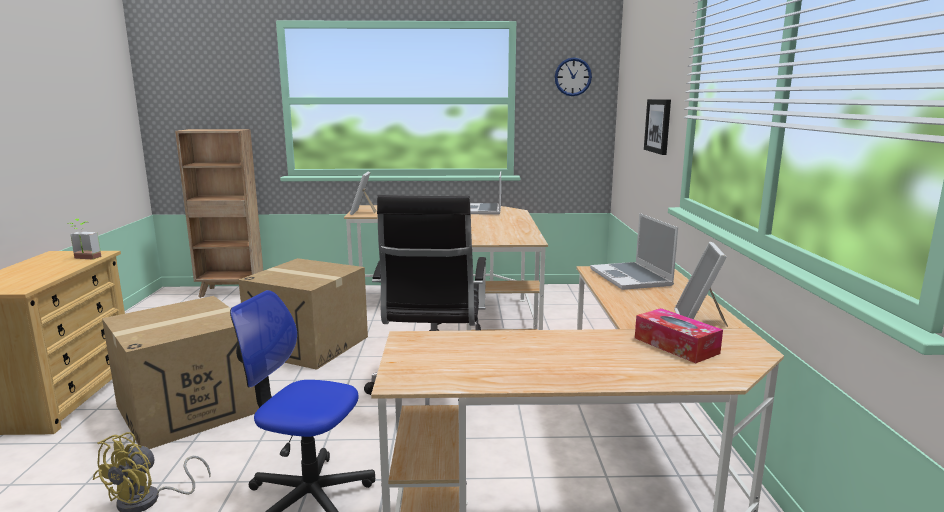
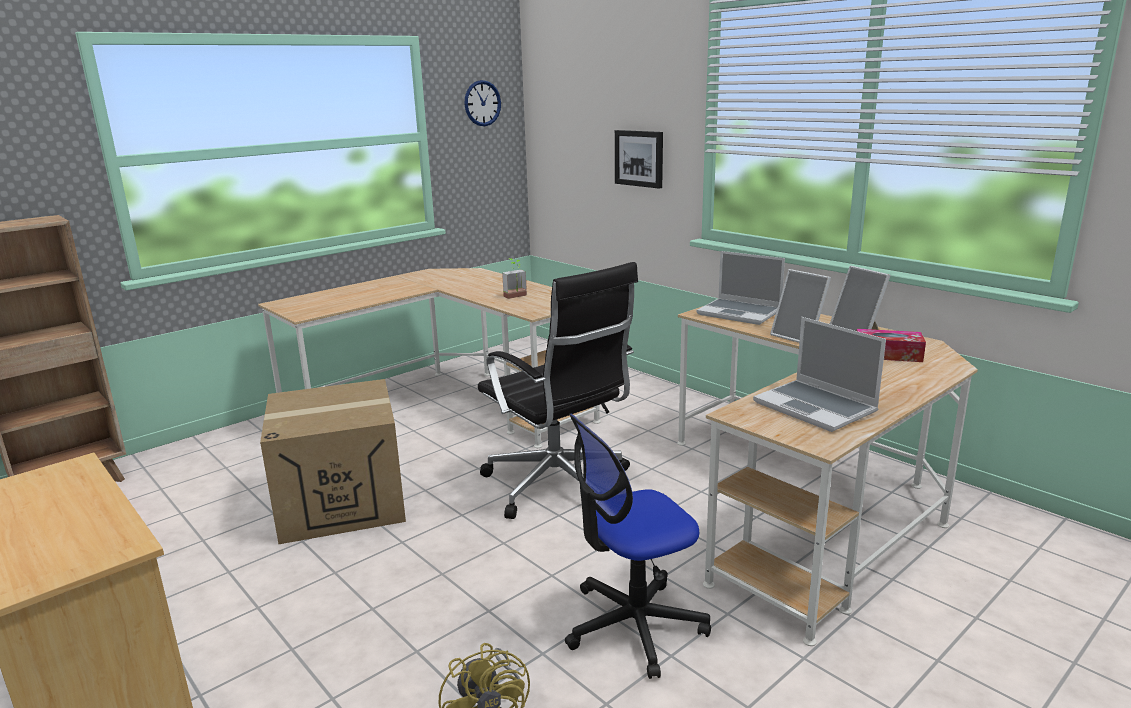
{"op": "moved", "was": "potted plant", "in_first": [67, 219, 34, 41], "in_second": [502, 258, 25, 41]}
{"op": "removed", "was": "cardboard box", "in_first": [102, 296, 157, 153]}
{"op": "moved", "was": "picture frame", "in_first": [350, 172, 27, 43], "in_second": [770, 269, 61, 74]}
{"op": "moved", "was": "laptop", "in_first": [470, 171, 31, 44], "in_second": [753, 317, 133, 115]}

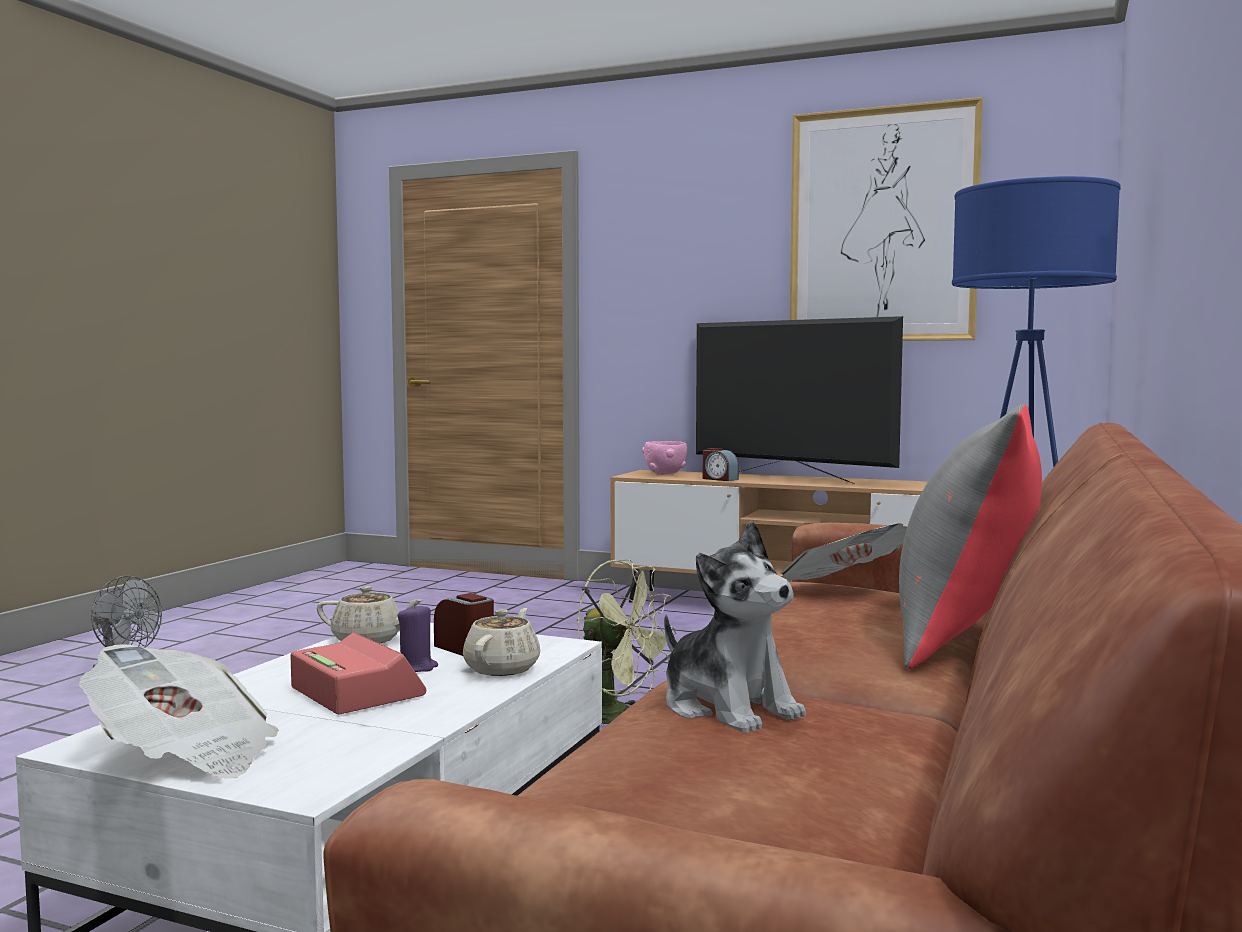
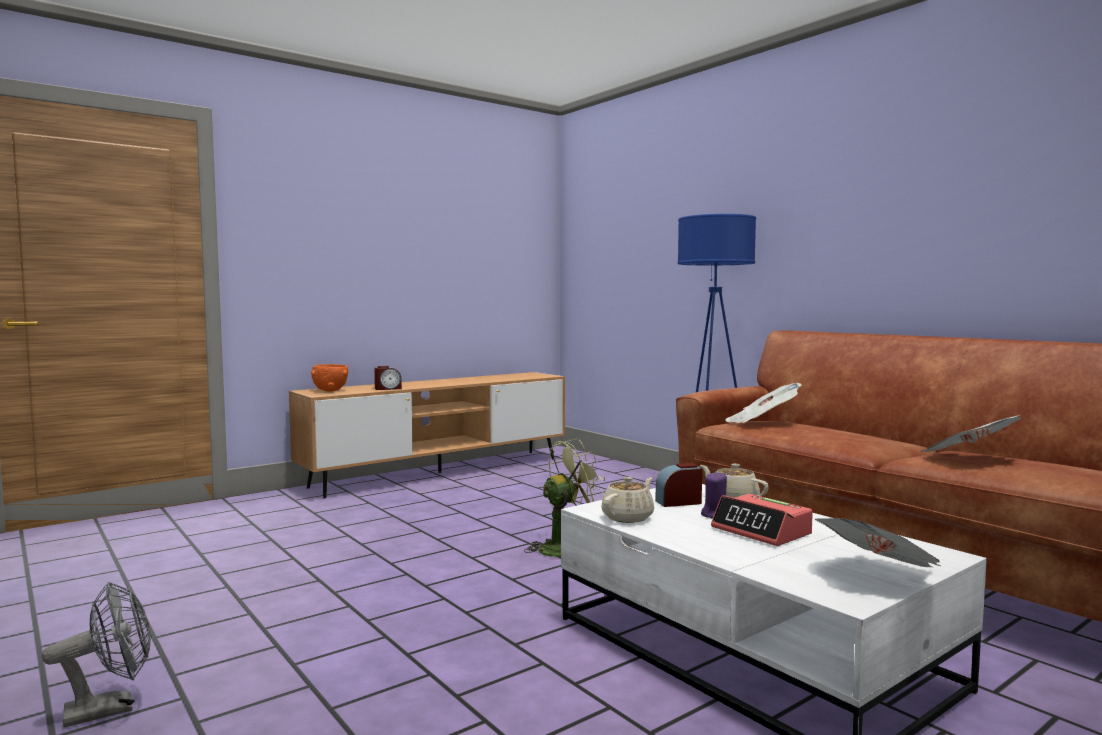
{"op": "turned", "was": "alarm clock", "in_first": [290, 632, 136, 82], "in_second": [711, 494, 102, 52], "clockwise": -120}
{"op": "recoloured", "was": "pink bowl", "now": "orange bowl", "in_first": [642, 441, 45, 34], "in_second": [311, 364, 37, 28]}
{"op": "replaced", "was": "plush toy", "now": "newspaper", "in_first": [664, 521, 142, 211], "in_second": [920, 415, 101, 37]}
{"op": "removed", "was": "television", "in_first": [696, 316, 207, 168]}
{"op": "removed", "was": "picture", "in_first": [790, 97, 193, 244]}
{"op": "removed", "was": "grey pillow", "in_first": [899, 404, 143, 265]}

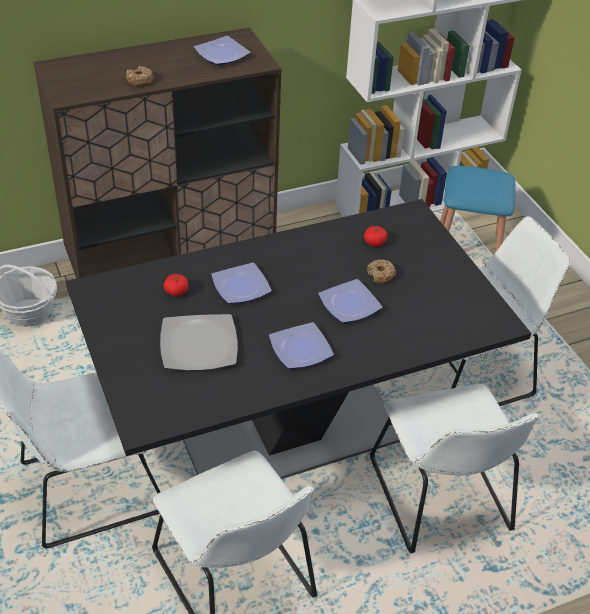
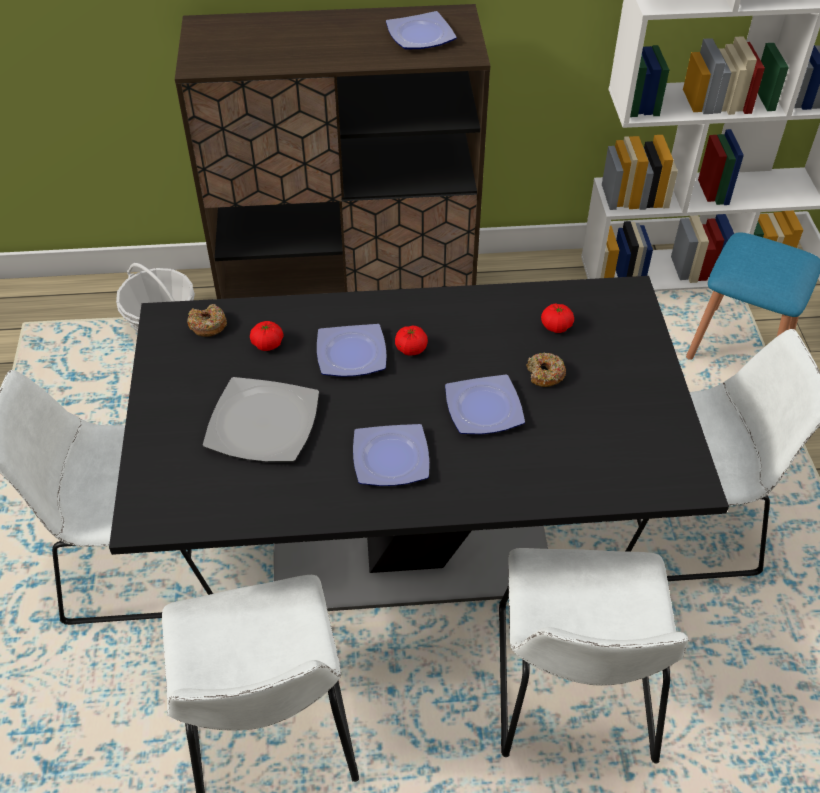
{"op": "moved", "was": "donut", "in_first": [126, 66, 28, 21], "in_second": [187, 304, 40, 33]}
{"op": "added", "now": "tomato", "in_second": [395, 326, 33, 30]}

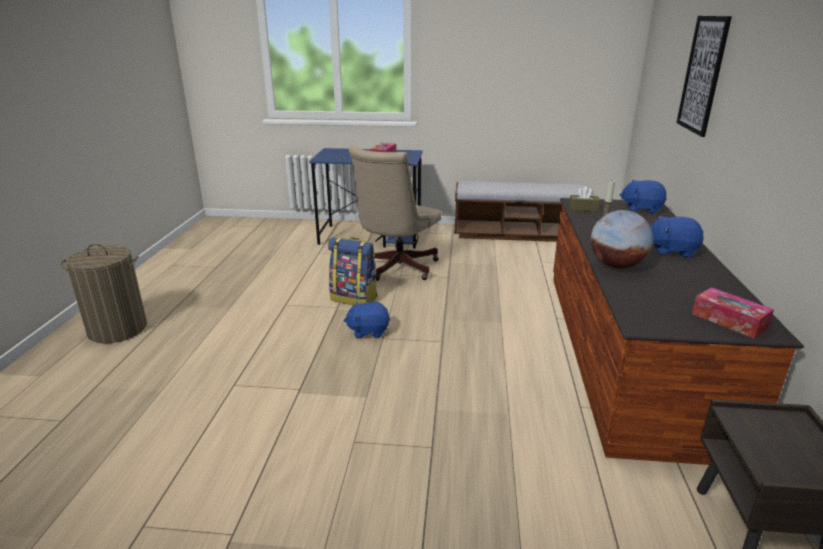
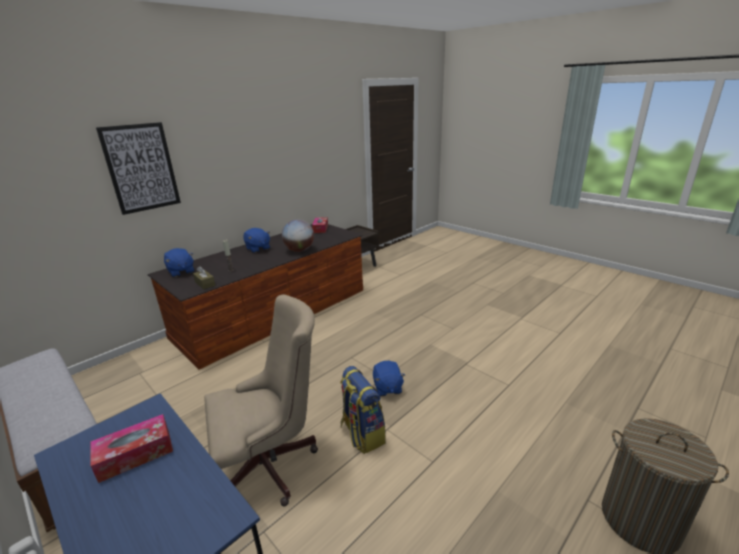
{"op": "turned", "was": "blue plush toy", "in_first": [343, 301, 47, 37], "in_second": [373, 361, 32, 35], "clockwise": 45}

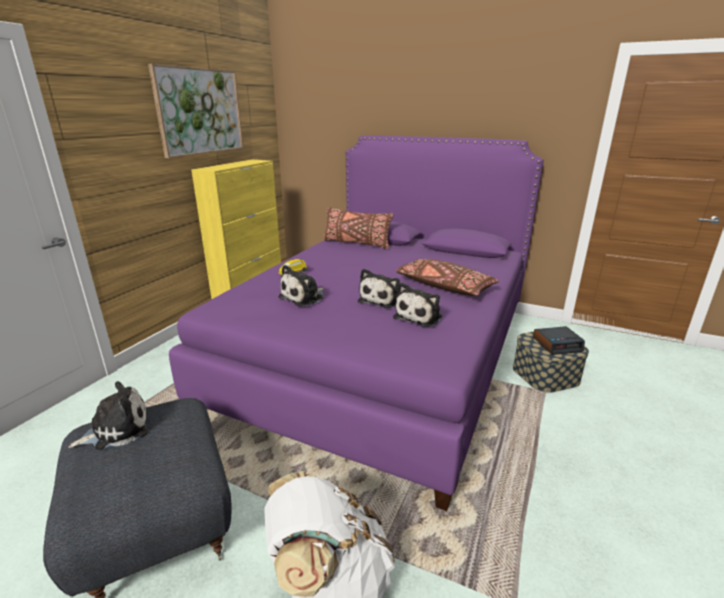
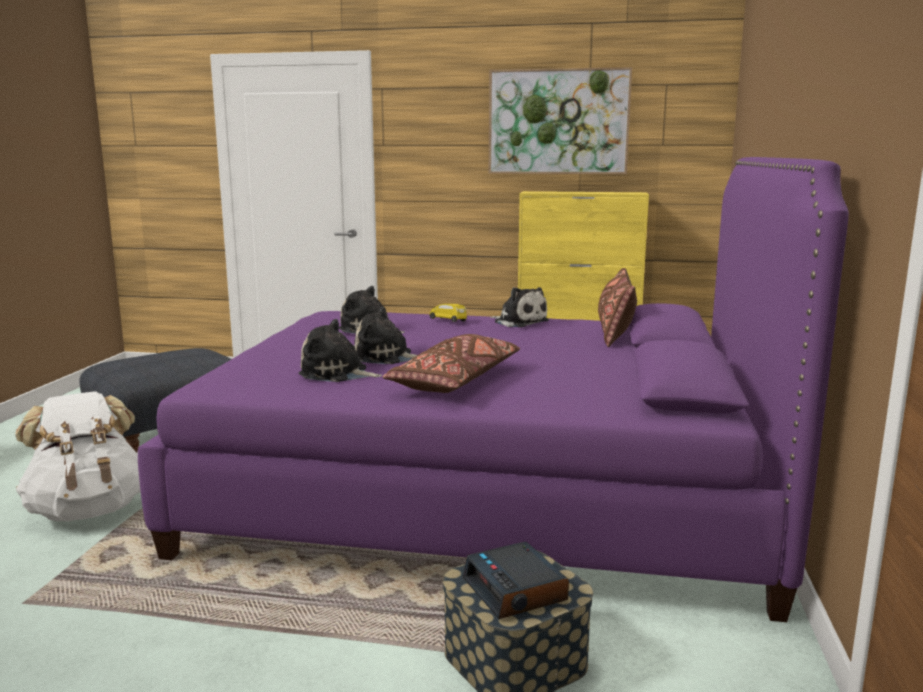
{"op": "moved", "was": "plush toy", "in_first": [68, 381, 80, 69], "in_second": [490, 287, 59, 40]}

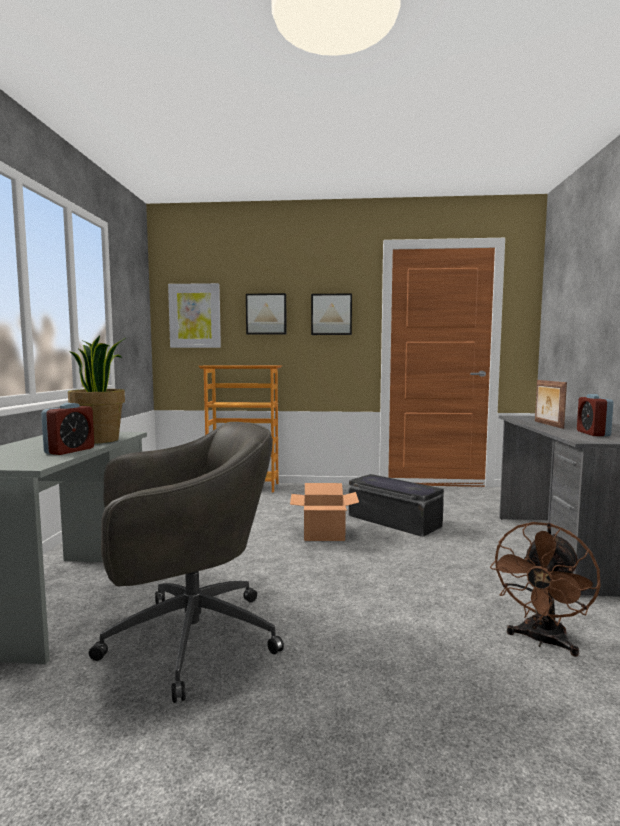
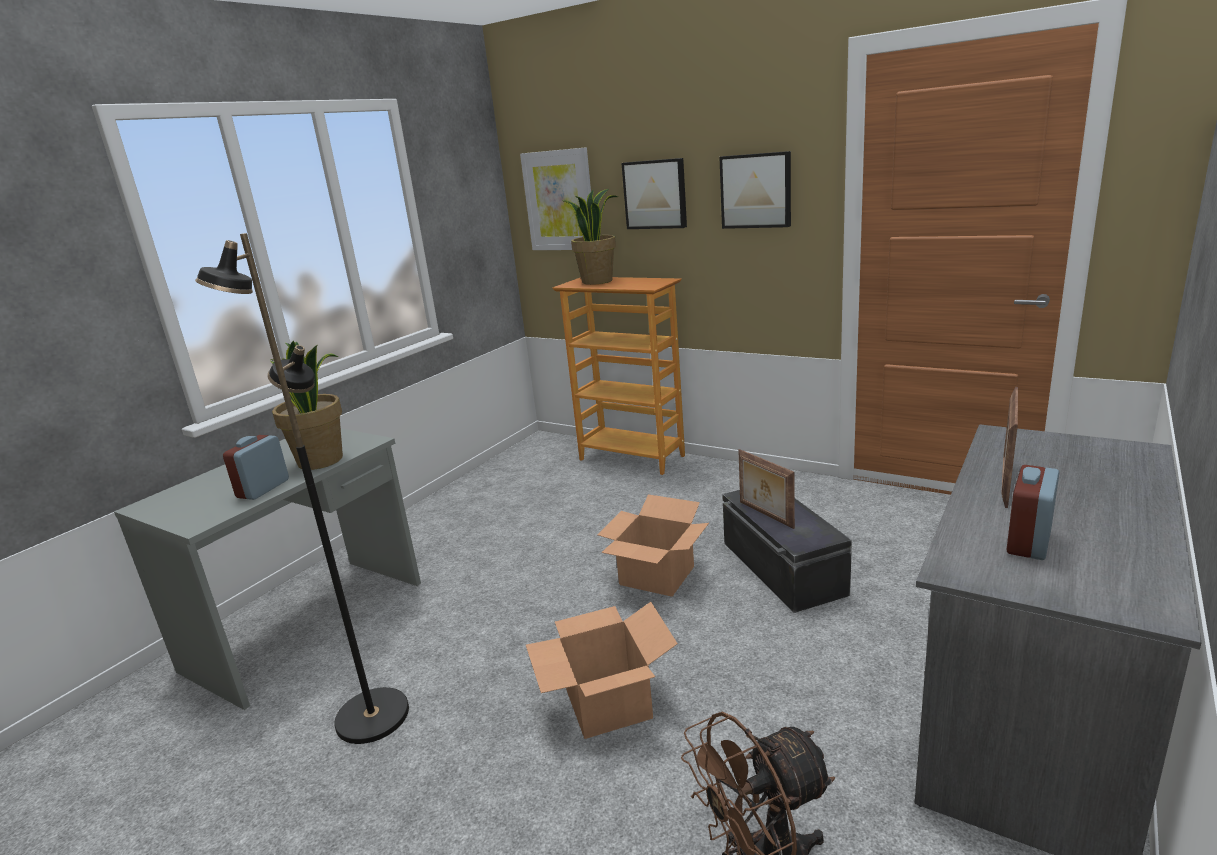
{"op": "turned", "was": "alarm clock", "in_first": [41, 403, 53, 52], "in_second": [223, 435, 66, 65], "clockwise": 150}
{"op": "replaced", "was": "grey office chair", "now": "black floor lamp", "in_first": [89, 422, 195, 281], "in_second": [195, 233, 214, 511]}
{"op": "added", "now": "cardboard box", "in_second": [526, 602, 152, 137]}
{"op": "added", "now": "potted plant", "in_second": [561, 189, 57, 96]}
{"op": "added", "now": "picture frame", "in_second": [738, 449, 57, 80]}

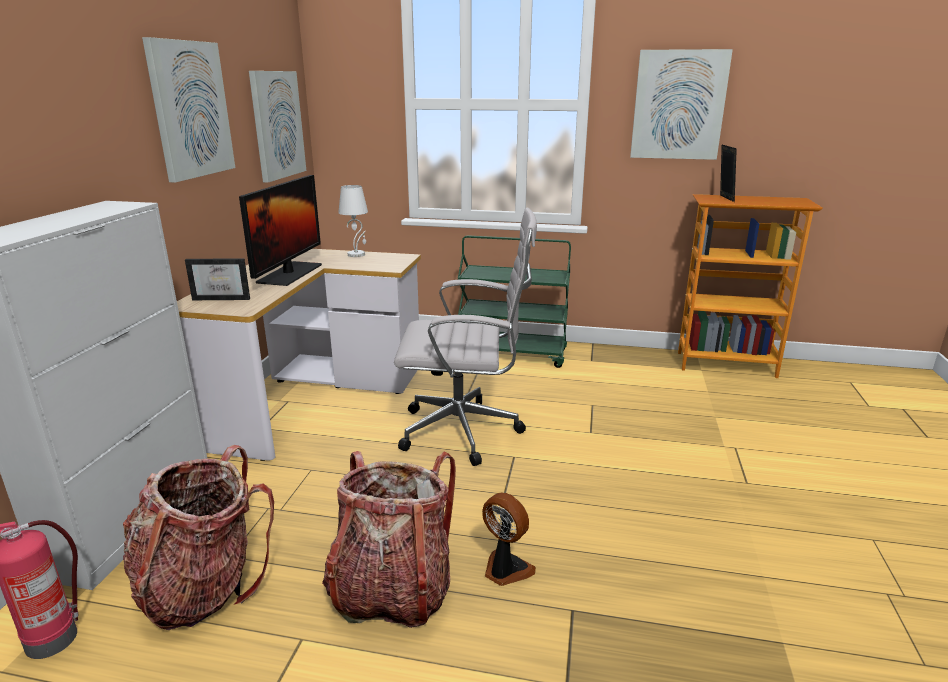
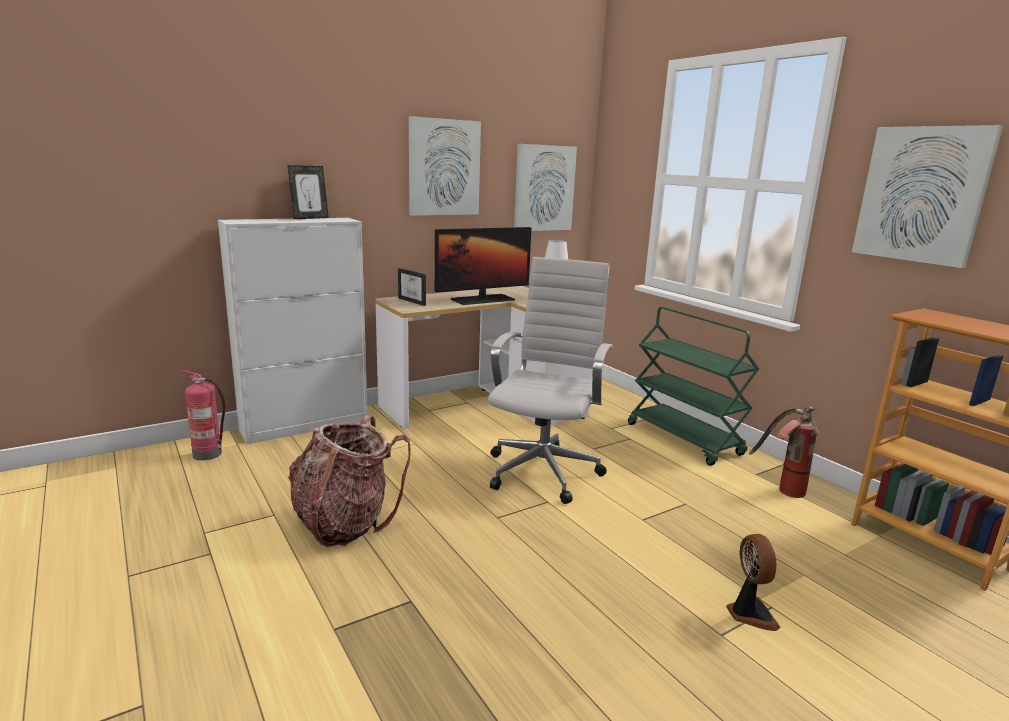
{"op": "removed", "was": "backpack", "in_first": [123, 445, 151, 185]}
{"op": "turned", "was": "white office chair", "in_first": [394, 208, 143, 258], "in_second": [488, 257, 125, 247], "clockwise": -120}
{"op": "moved", "was": "fan", "in_first": [482, 492, 54, 94], "in_second": [726, 534, 55, 97]}
{"op": "moved", "was": "picture frame", "in_first": [720, 145, 17, 57], "in_second": [287, 165, 42, 54]}
{"op": "added", "now": "fire extinguisher", "in_second": [749, 407, 70, 91]}

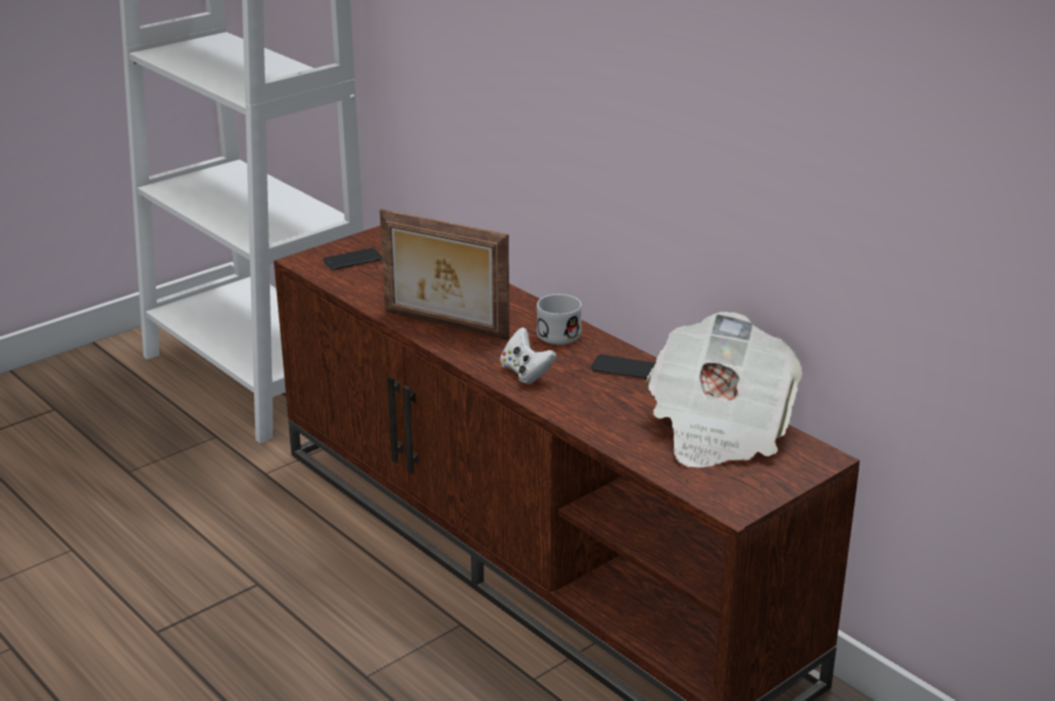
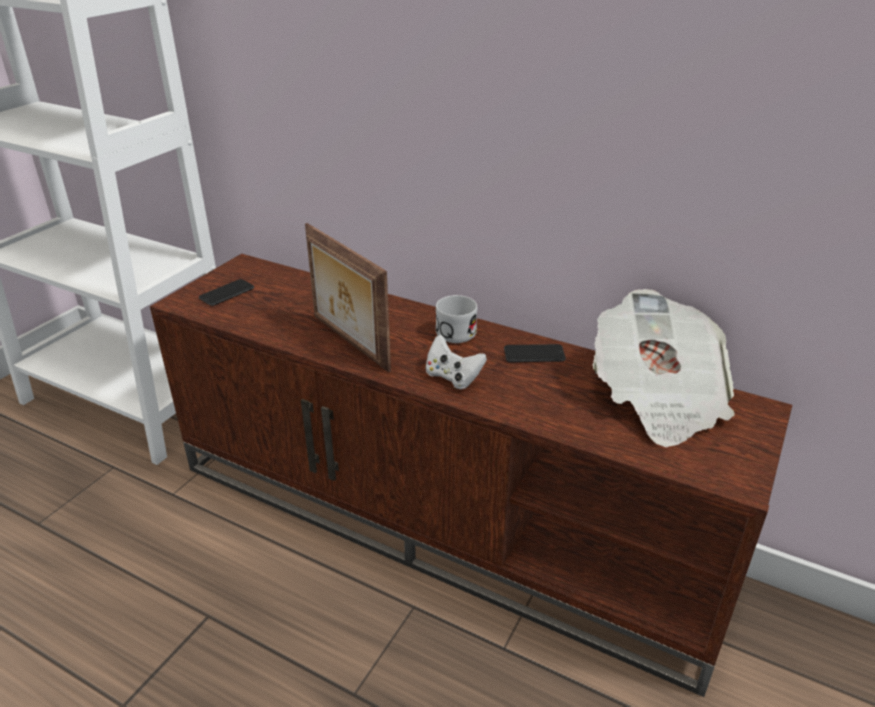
{"op": "turned", "was": "picture frame", "in_first": [380, 209, 129, 131], "in_second": [305, 223, 86, 149], "clockwise": 45}

